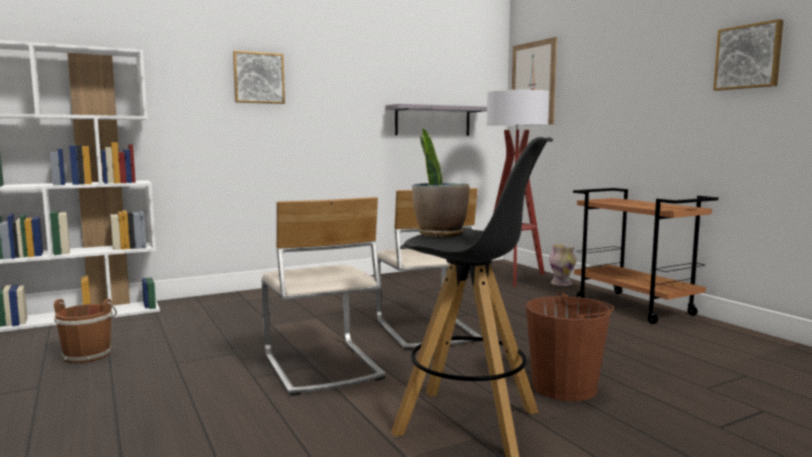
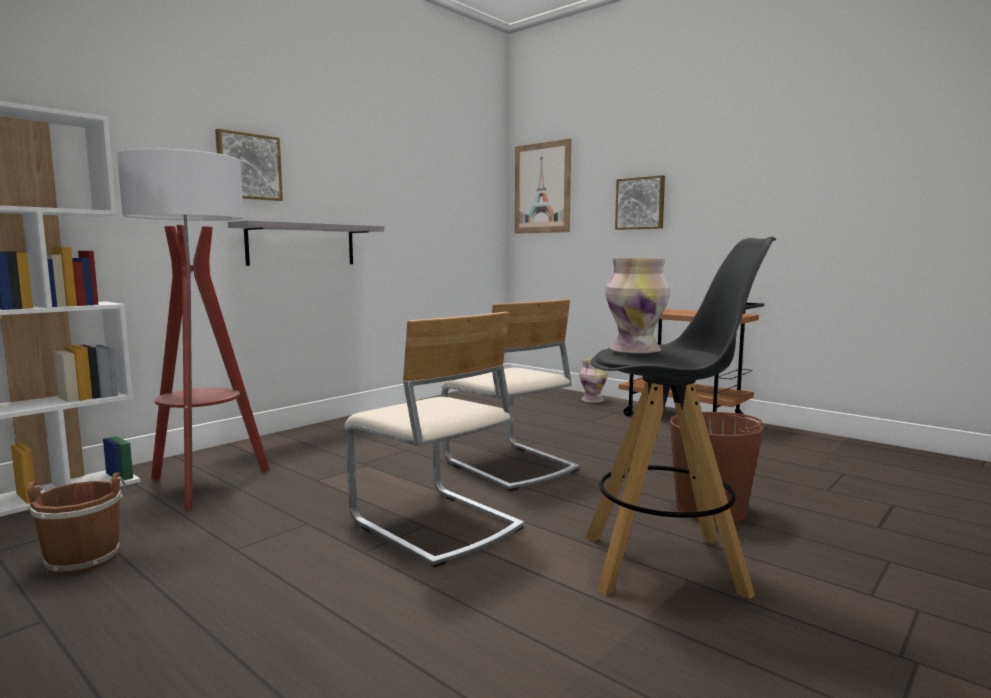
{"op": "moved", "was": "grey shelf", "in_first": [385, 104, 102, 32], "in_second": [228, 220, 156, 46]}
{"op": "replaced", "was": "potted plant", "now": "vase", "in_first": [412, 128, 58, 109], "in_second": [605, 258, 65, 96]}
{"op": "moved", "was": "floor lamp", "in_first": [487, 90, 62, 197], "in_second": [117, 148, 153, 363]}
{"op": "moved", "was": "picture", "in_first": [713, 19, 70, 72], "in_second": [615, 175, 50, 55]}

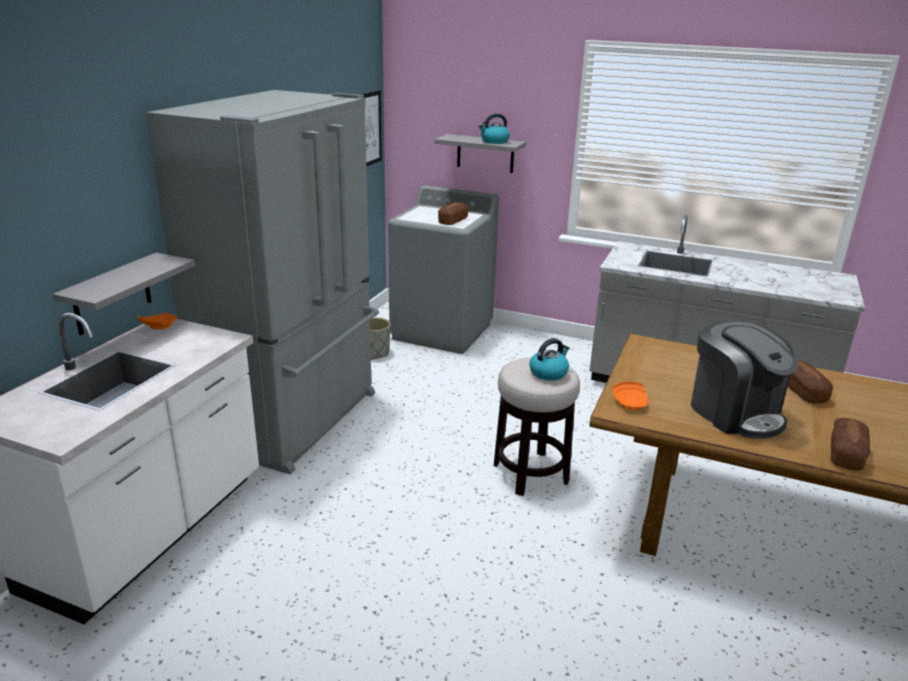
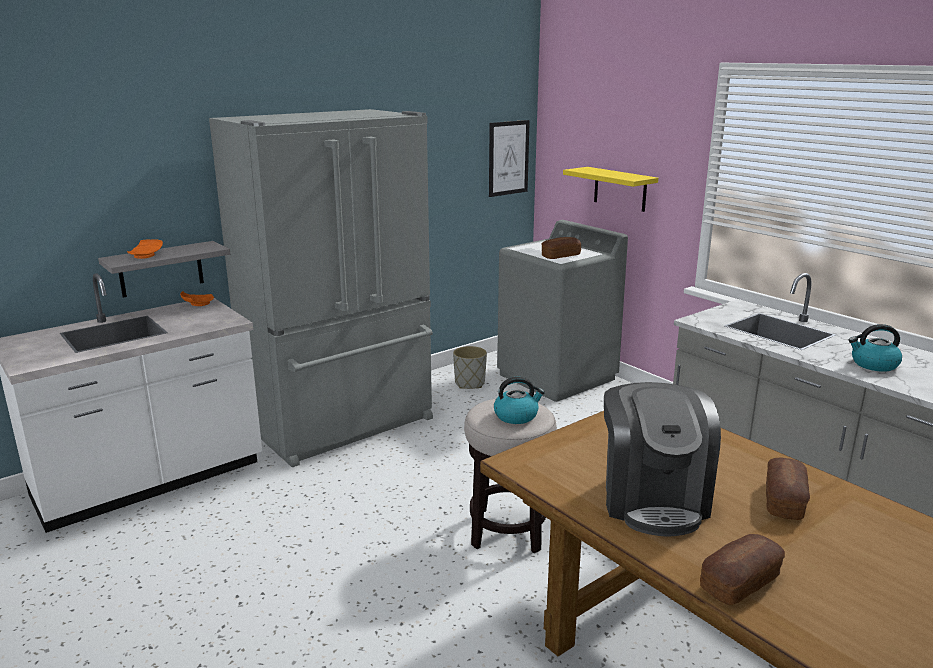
{"op": "recoloured", "was": "grey shelf", "now": "yellow shelf", "in_first": [435, 134, 91, 39], "in_second": [563, 167, 95, 45]}
{"op": "moved", "was": "kettle", "in_first": [479, 113, 31, 31], "in_second": [849, 324, 53, 48]}
{"op": "moved", "was": "orange plate", "in_first": [612, 381, 36, 29], "in_second": [127, 239, 36, 20]}

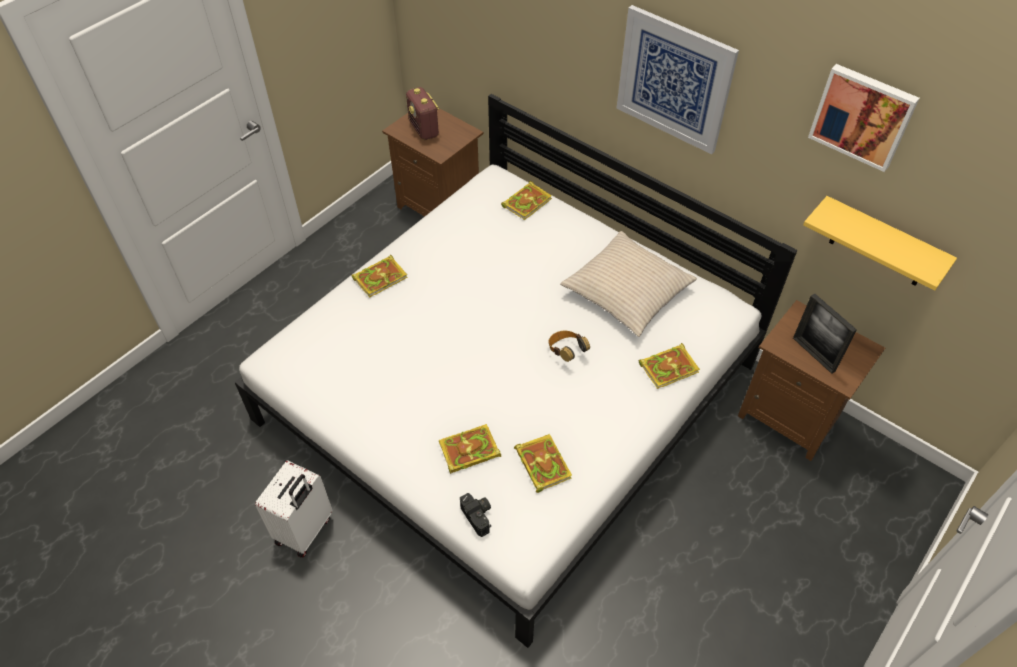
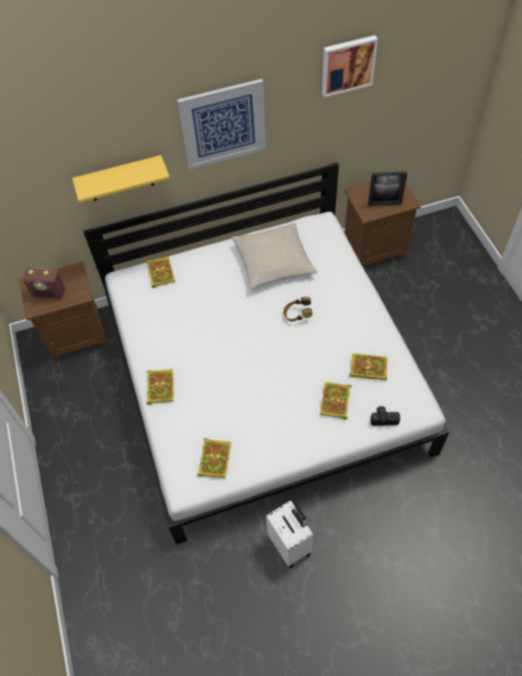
{"op": "moved", "was": "book", "in_first": [639, 343, 61, 46], "in_second": [197, 438, 34, 40]}
{"op": "moved", "was": "yellow shelf", "in_first": [803, 196, 154, 95], "in_second": [72, 155, 98, 48]}

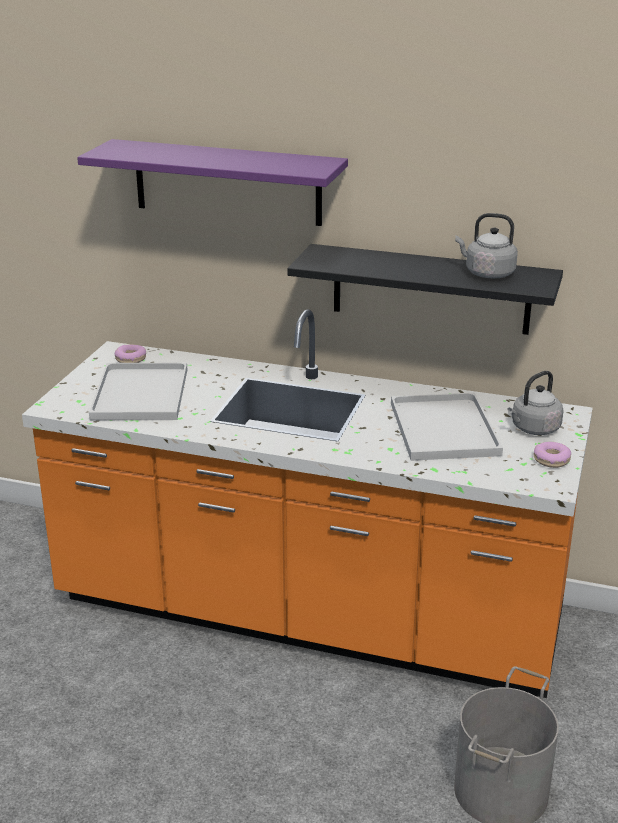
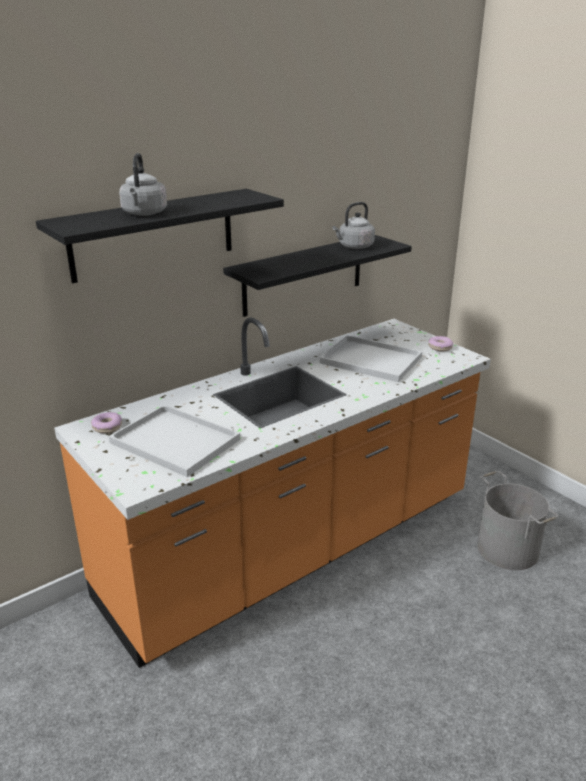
{"op": "recoloured", "was": "purple shelf", "now": "black shelf", "in_first": [77, 139, 271, 87], "in_second": [36, 189, 248, 94]}
{"op": "moved", "was": "grey kettle", "in_first": [507, 371, 57, 64], "in_second": [119, 153, 48, 63]}

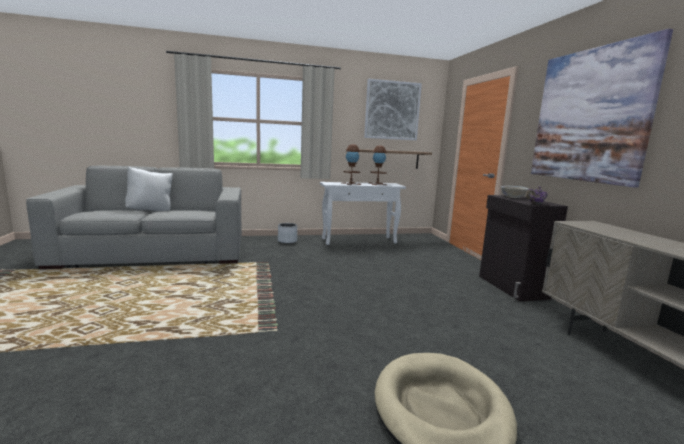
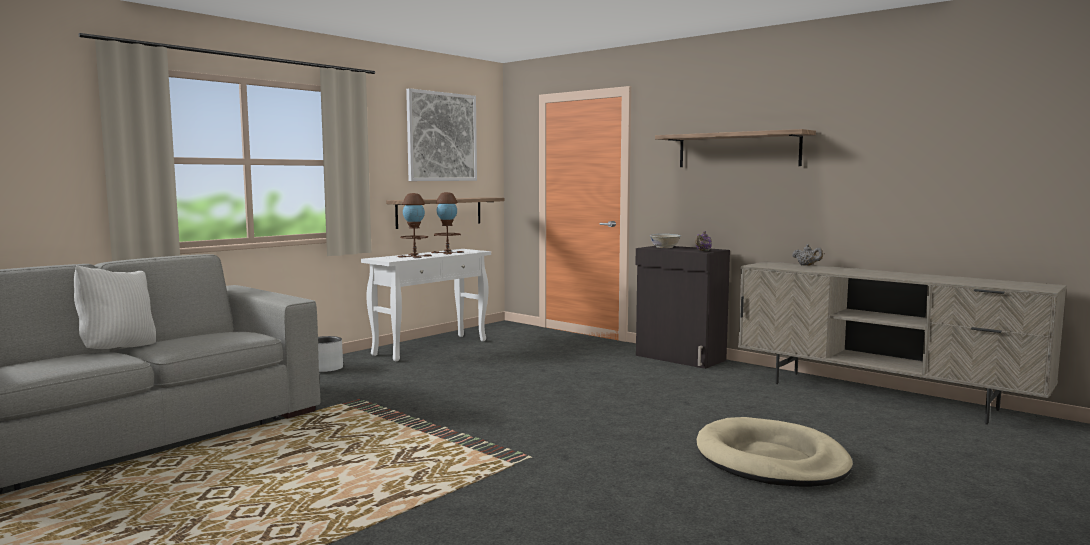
{"op": "replaced", "was": "picture", "now": "shelf", "in_first": [531, 29, 142, 159], "in_second": [655, 129, 161, 38]}
{"op": "added", "now": "grey teapot", "in_second": [792, 244, 31, 22]}

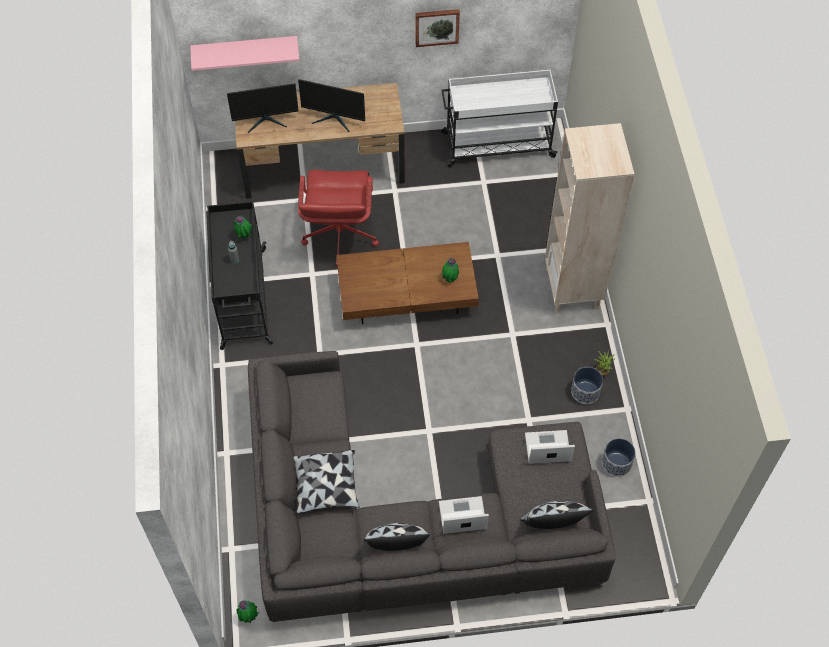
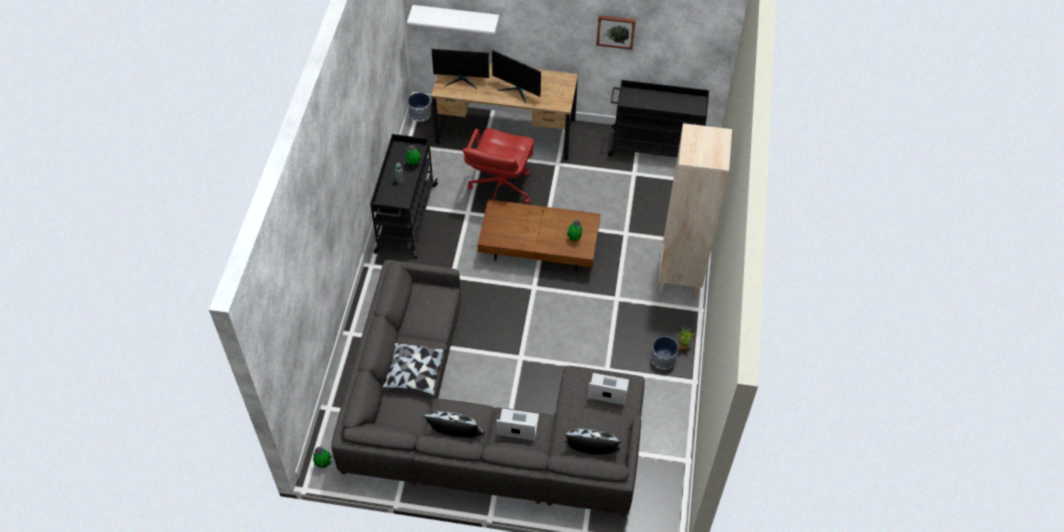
{"op": "recoloured", "was": "pink shelf", "now": "white shelf", "in_first": [190, 36, 110, 35], "in_second": [407, 5, 92, 29]}
{"op": "recoloured", "was": "white cart", "now": "black cart", "in_first": [441, 70, 117, 98], "in_second": [608, 80, 101, 77]}
{"op": "moved", "was": "planter", "in_first": [602, 438, 33, 39], "in_second": [408, 93, 23, 29]}

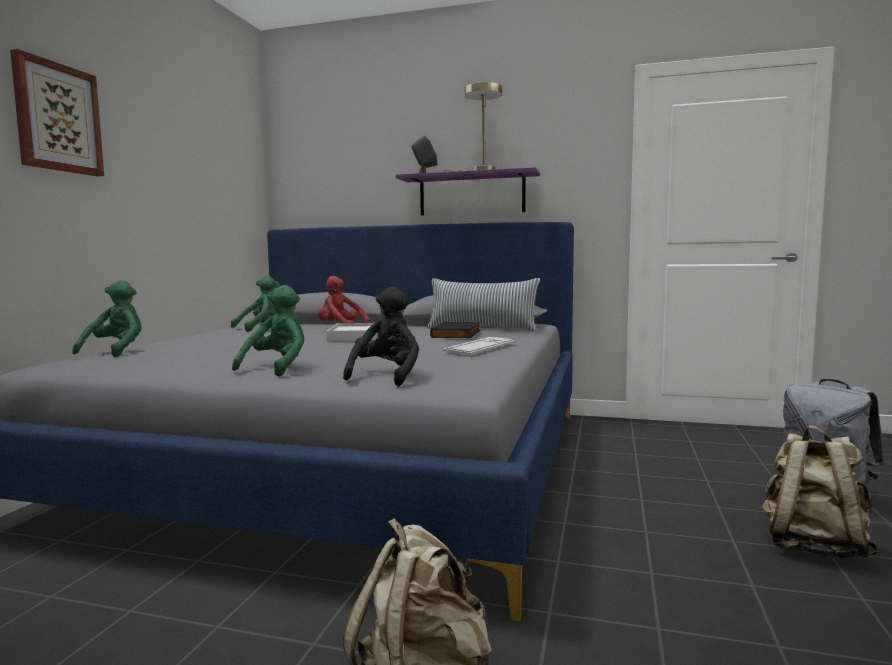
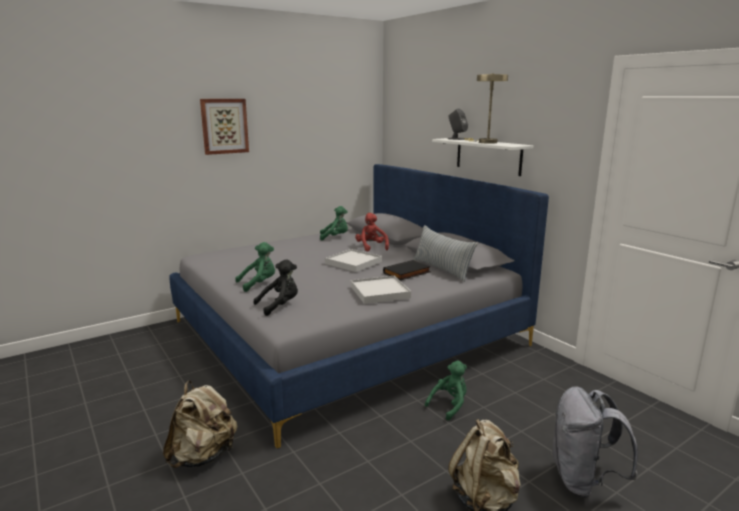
{"op": "moved", "was": "green plush toy", "in_first": [72, 280, 70, 77], "in_second": [425, 361, 42, 59]}
{"op": "recoloured", "was": "purple shelf", "now": "white shelf", "in_first": [396, 167, 144, 48], "in_second": [432, 138, 101, 38]}
{"op": "replaced", "was": "keyboard", "now": "white tray", "in_first": [443, 337, 72, 18], "in_second": [351, 276, 60, 28]}

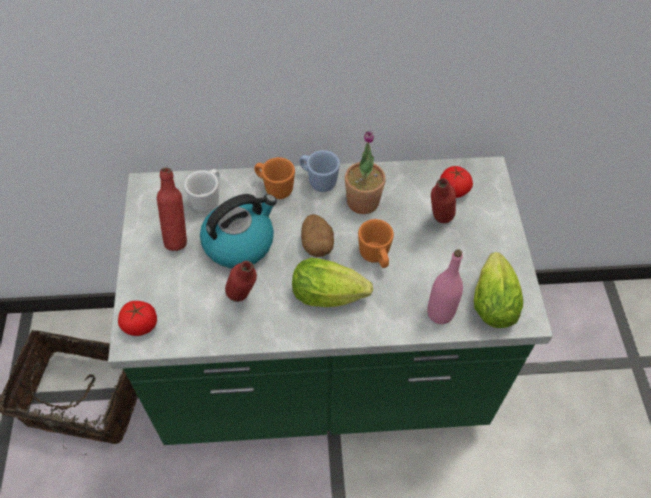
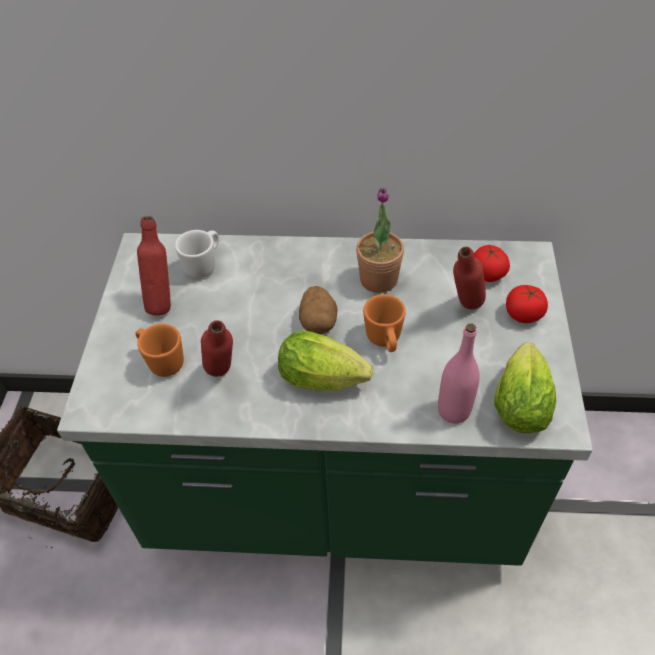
{"op": "moved", "was": "tomato", "in_first": [118, 301, 39, 35], "in_second": [506, 285, 42, 38]}
{"op": "removed", "was": "kettle", "in_first": [200, 194, 77, 74]}
{"op": "moved", "was": "orange mug", "in_first": [254, 157, 41, 42], "in_second": [135, 324, 49, 53]}
{"op": "removed", "was": "blue mug", "in_first": [299, 150, 41, 42]}

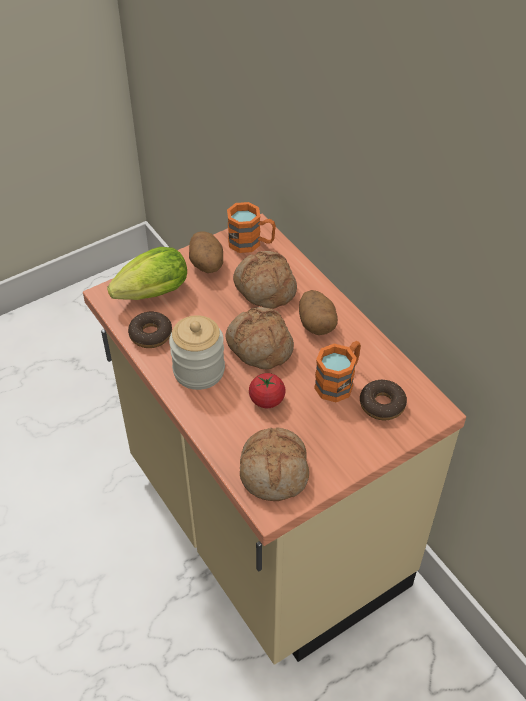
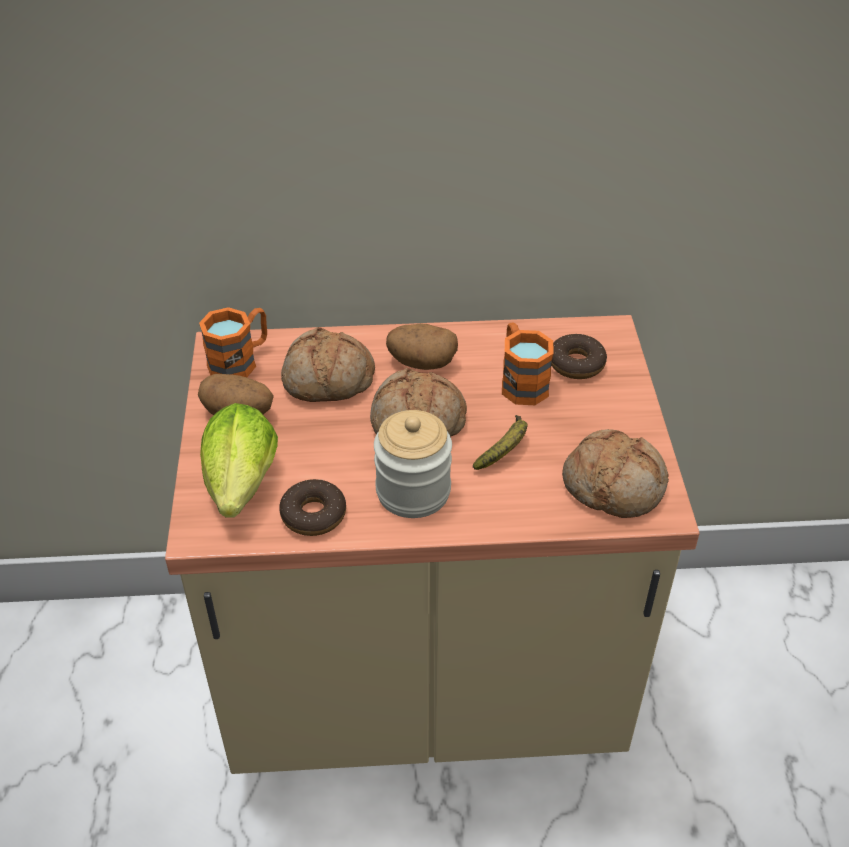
{"op": "replaced", "was": "tomato", "now": "banana", "in_first": [249, 373, 37, 35], "in_second": [473, 415, 54, 55]}

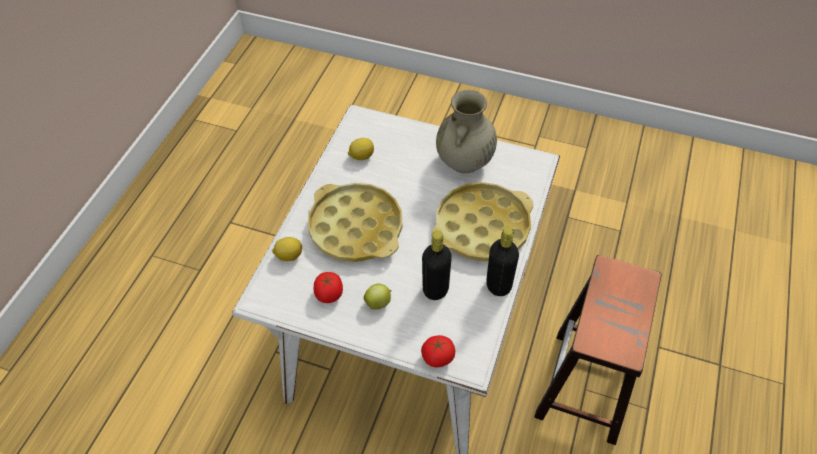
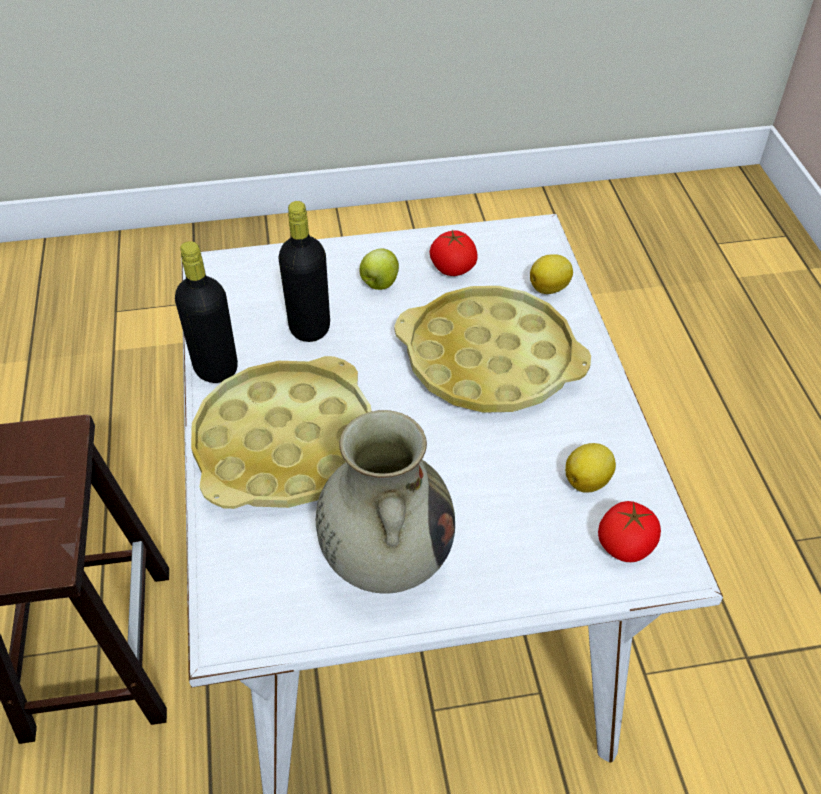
{"op": "moved", "was": "tomato", "in_first": [421, 335, 34, 32], "in_second": [598, 501, 63, 61]}

